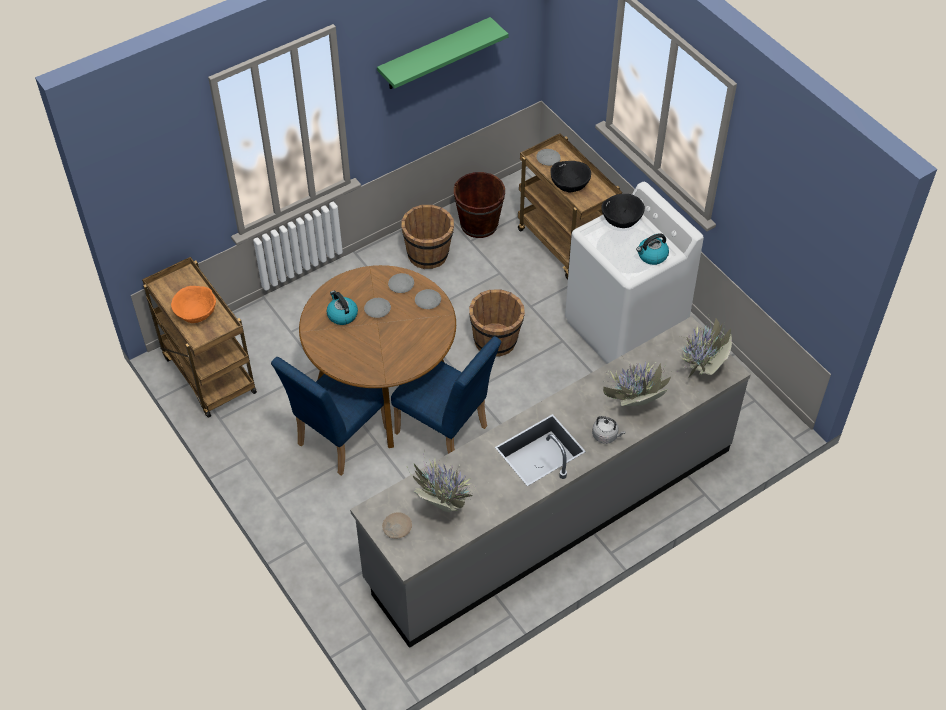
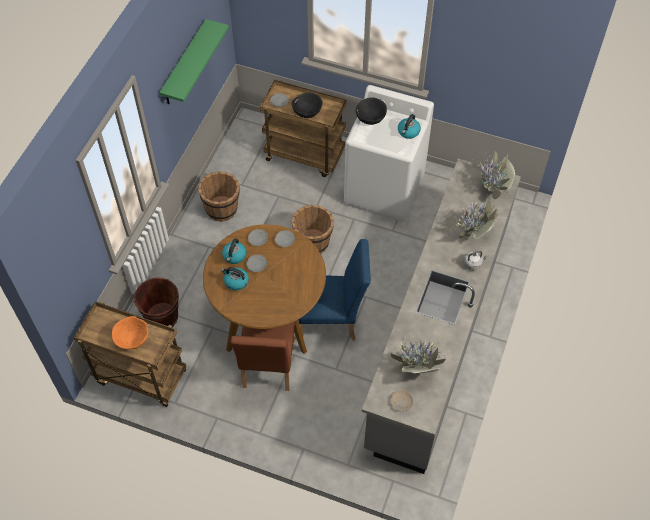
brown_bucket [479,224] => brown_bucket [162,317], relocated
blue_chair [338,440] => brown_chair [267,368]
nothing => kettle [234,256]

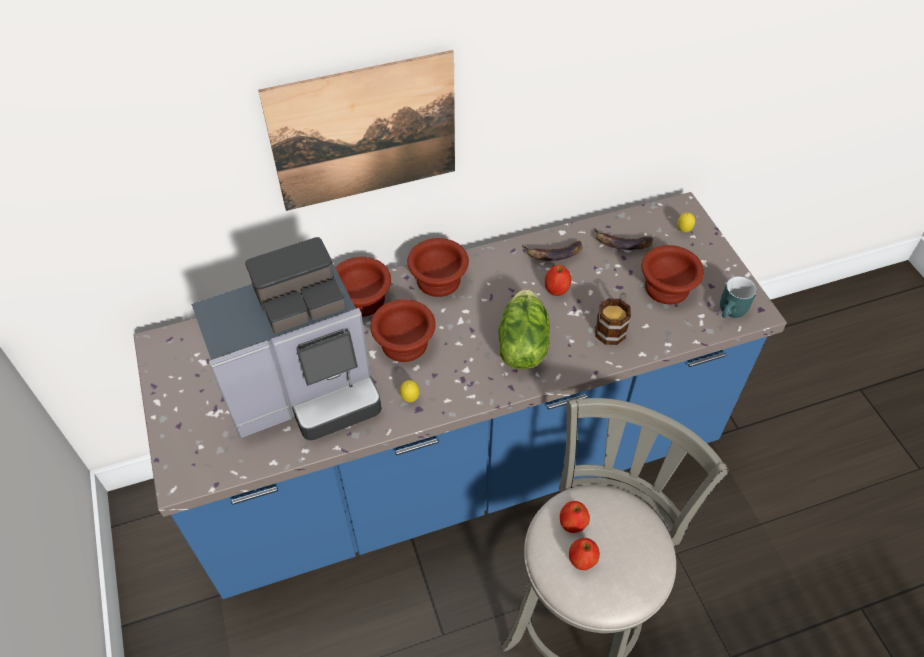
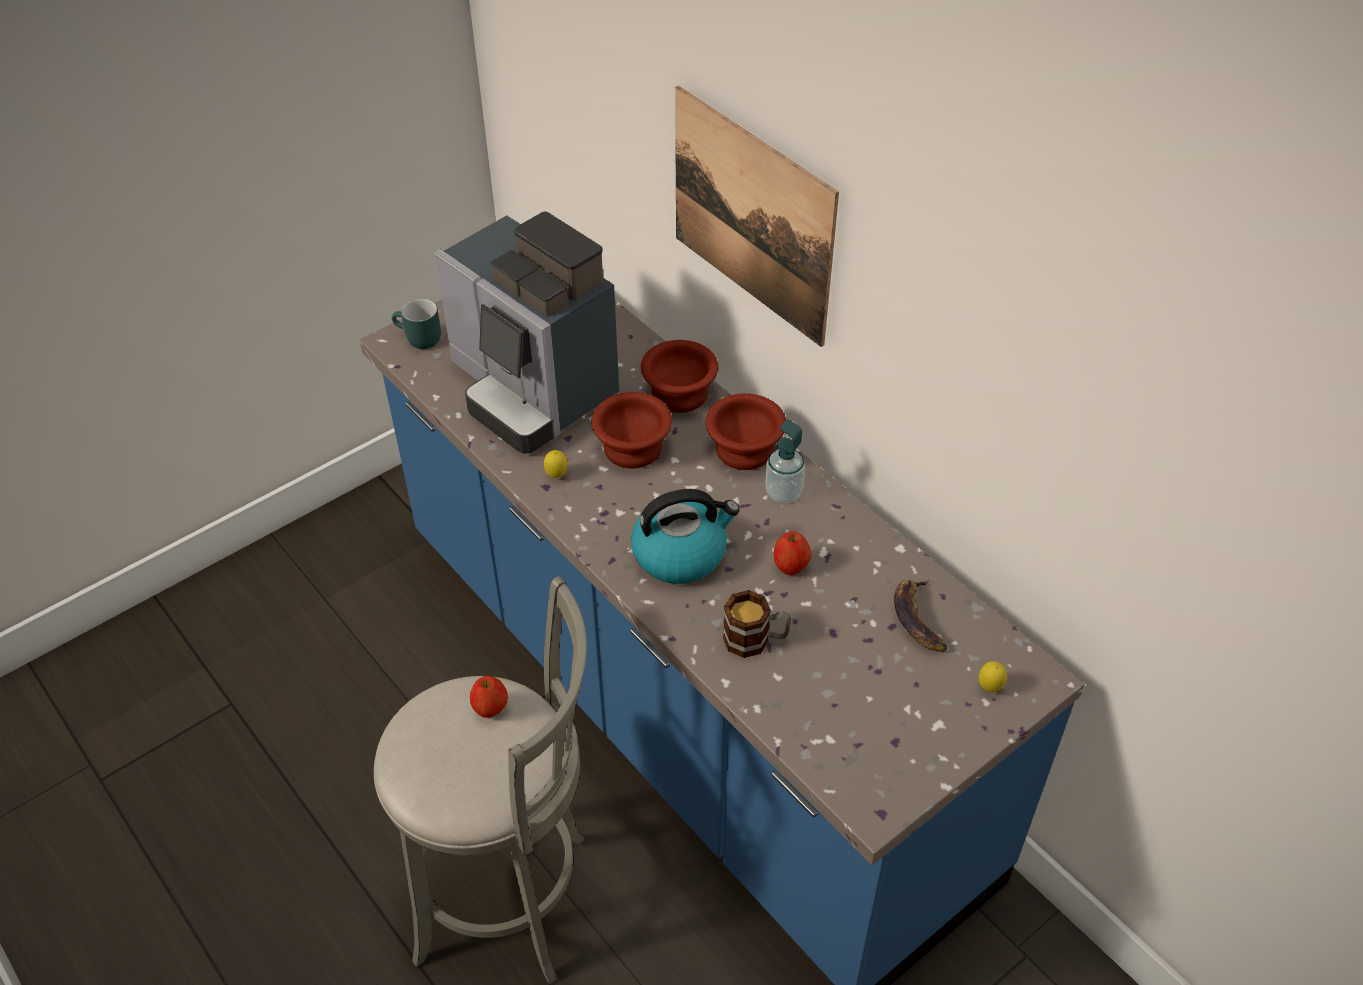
banana [553,254] => nothing
brown_bowl [667,289] => nothing
turquoise_mug [732,312] => turquoise_mug [418,340], relocated
lettuce [521,345] => kettle [681,553]
apple [582,560] => nothing
nothing => soap_dispenser [783,492]

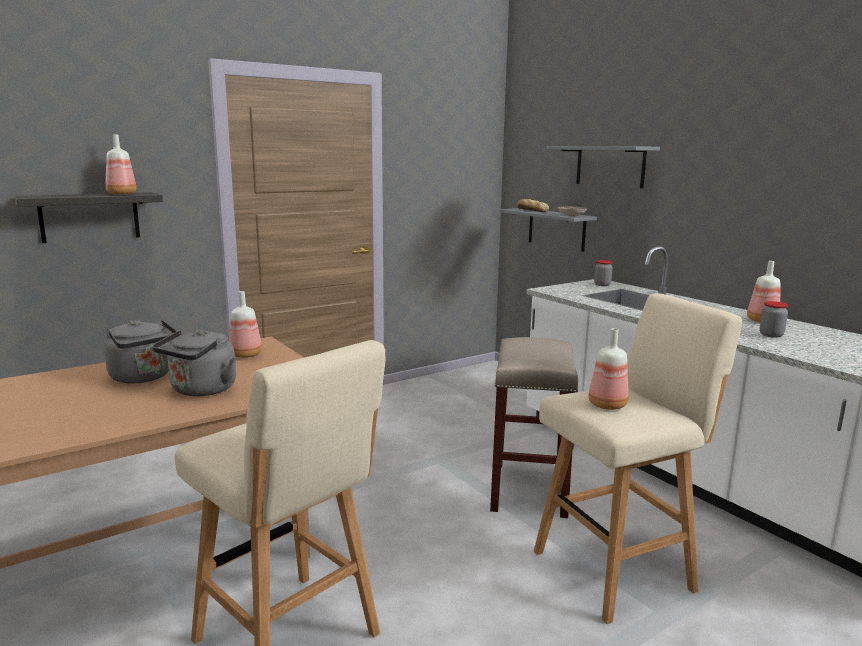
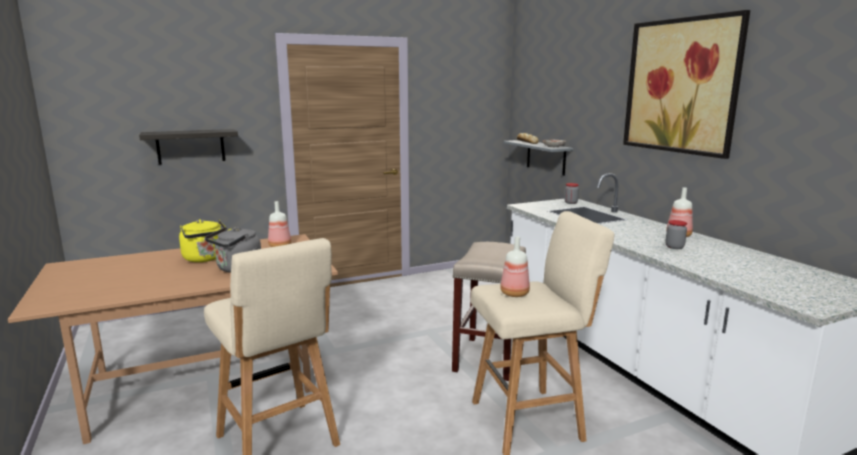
bottle [121,194] => nothing
grey_shelf [610,166] => nothing
grey_kettle [144,377] => yellow_kettle [205,259]
nothing => picture [681,86]

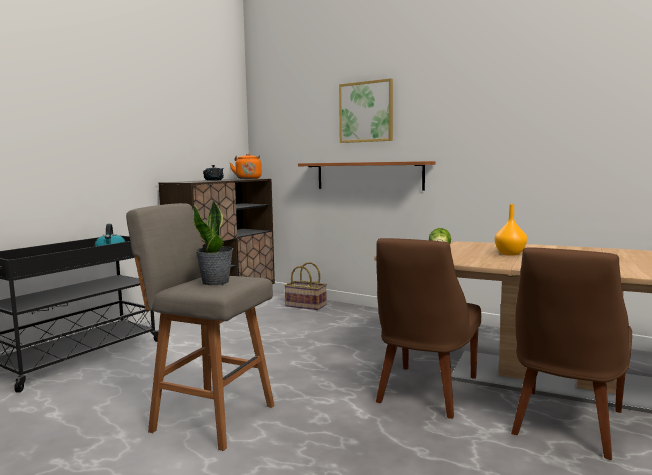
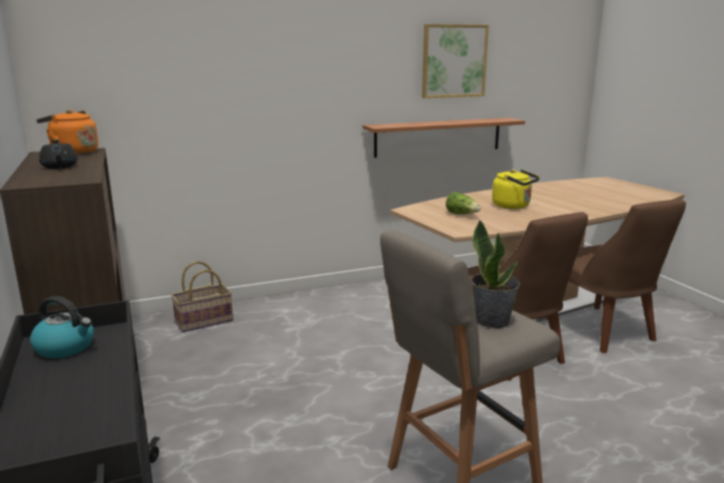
picture [366,112] => picture [453,61], relocated
shelf [368,175] => shelf [438,137], relocated
orange_vase [509,254] => yellow_kettle [513,206]

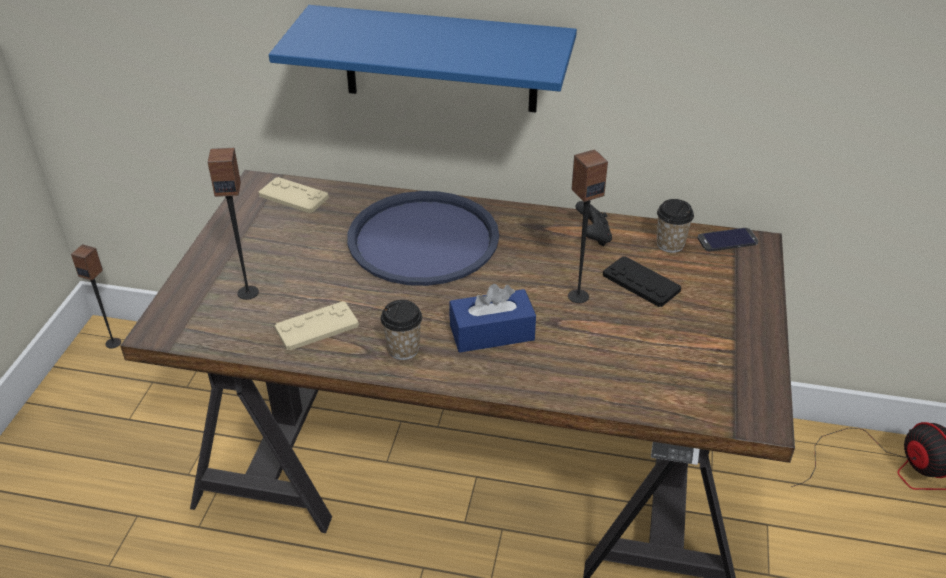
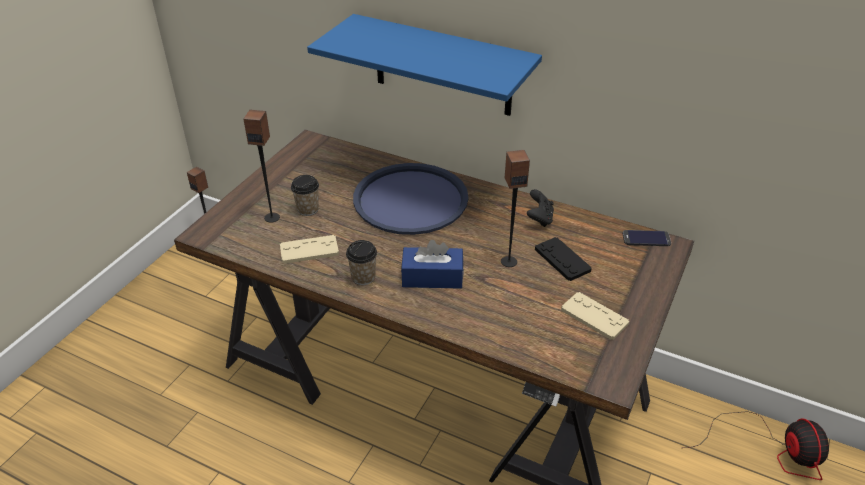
beige_game_controller [293,196] => beige_game_controller [594,317], relocated
cup [670,244] => cup [308,209], relocated

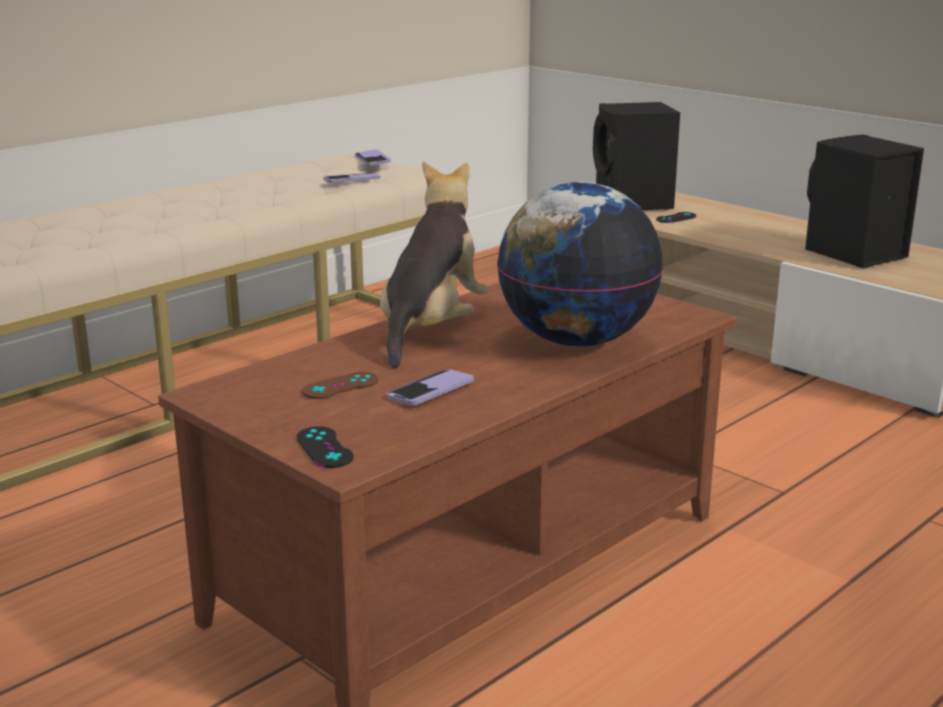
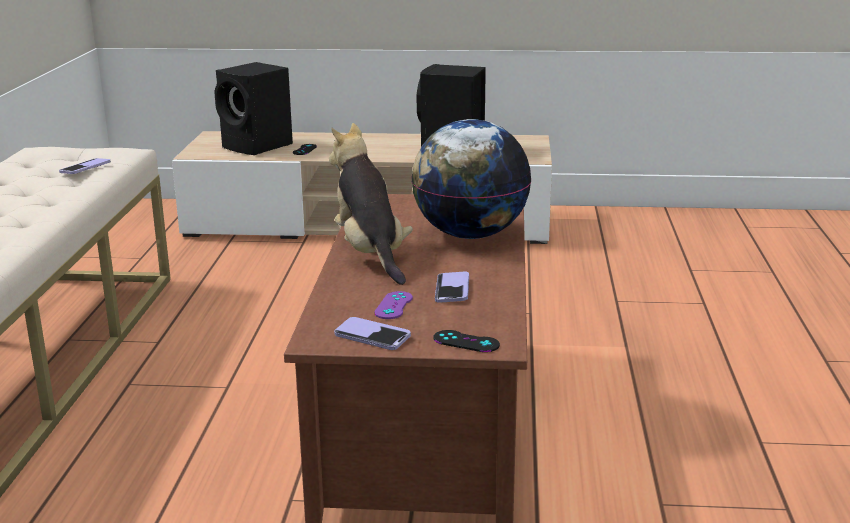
phone [372,159] => phone [372,336], relocated
brown_game_controller [340,386] => purple_game_controller [394,305]

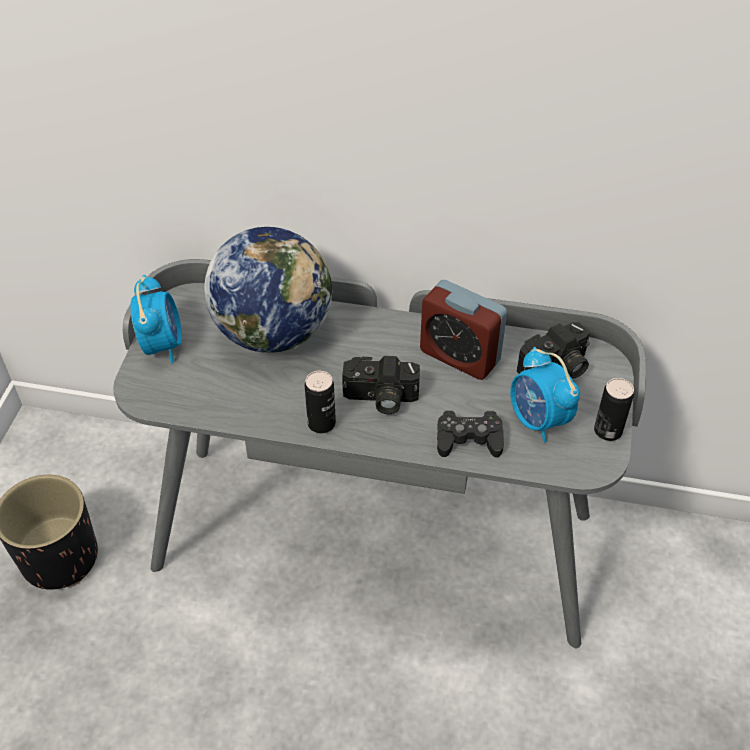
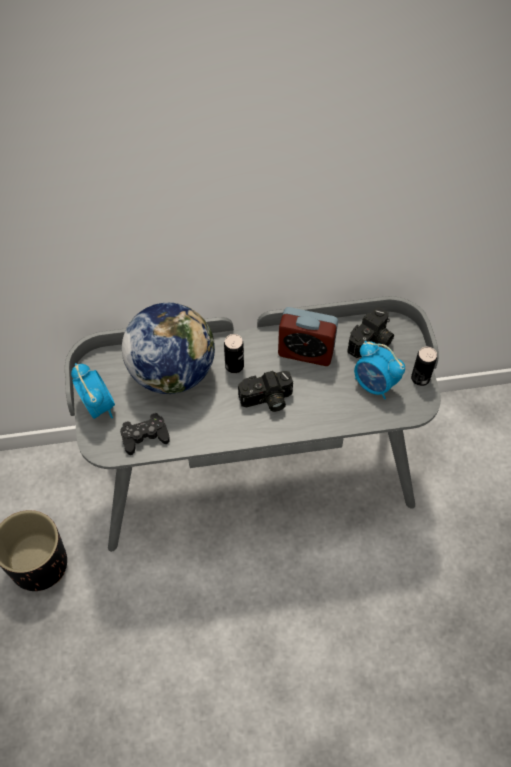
can [321,423] => can [234,366], relocated
black_game_controller [469,439] => black_game_controller [145,436], relocated

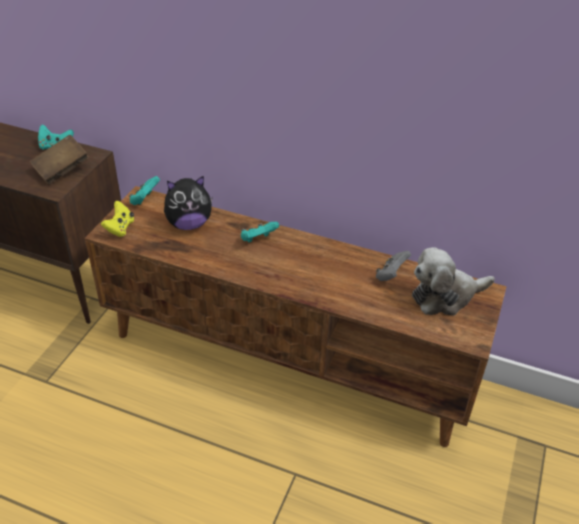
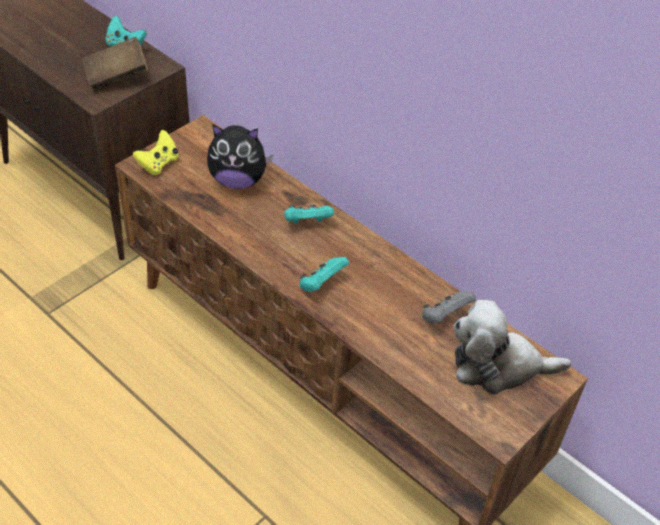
turquoise_game_controller [145,199] => turquoise_game_controller [321,284], relocated

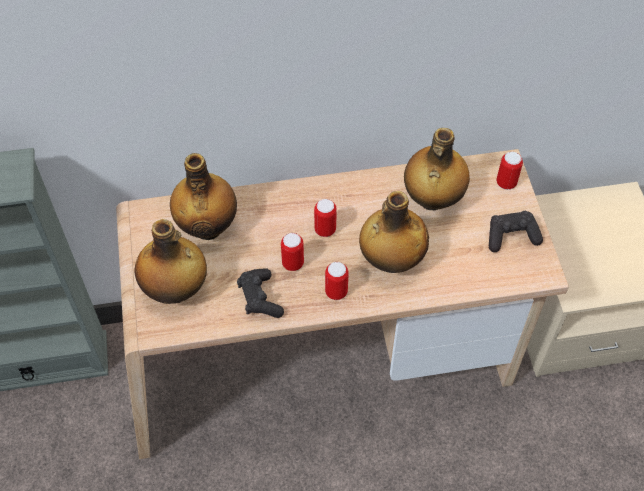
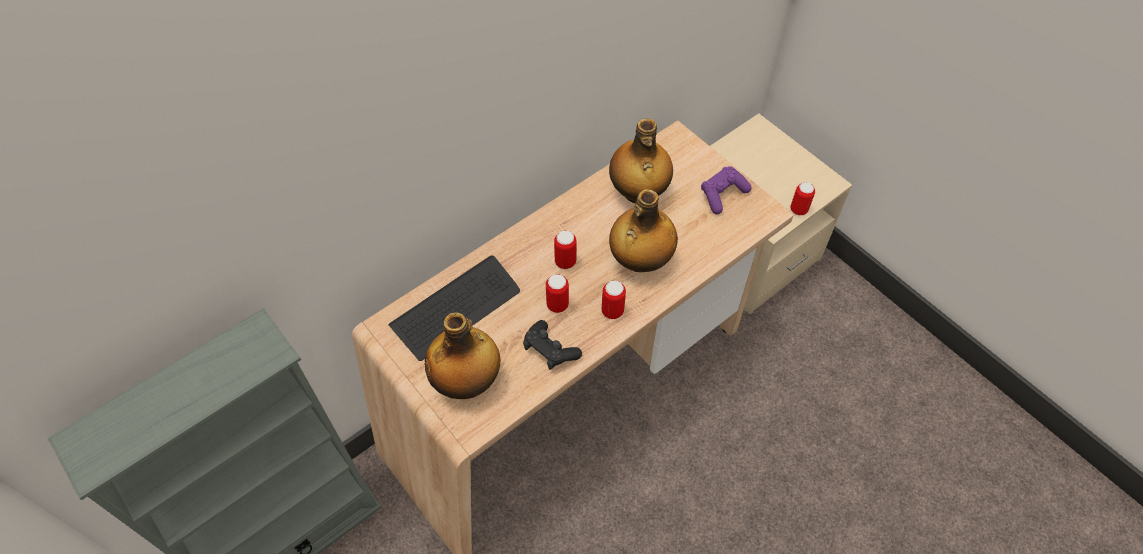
can [506,183] => can [798,210], relocated
bottle [208,226] => keyboard [456,309]
black_game_controller [511,236] => purple_game_controller [722,195]

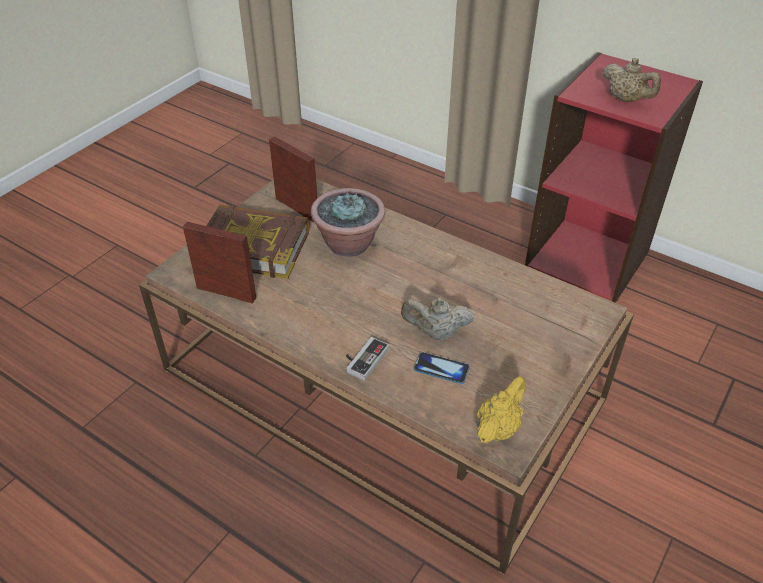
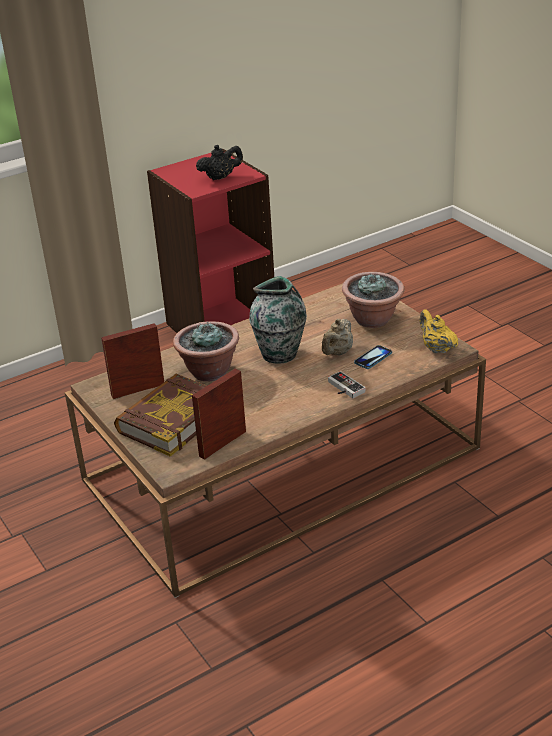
beige_teapot [626,99] => black_teapot [220,177]
nothing => potted_plant [373,319]
nothing => vase [280,354]

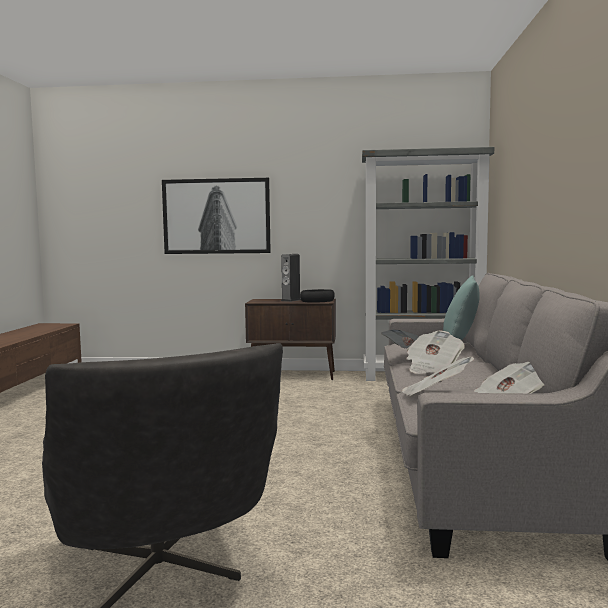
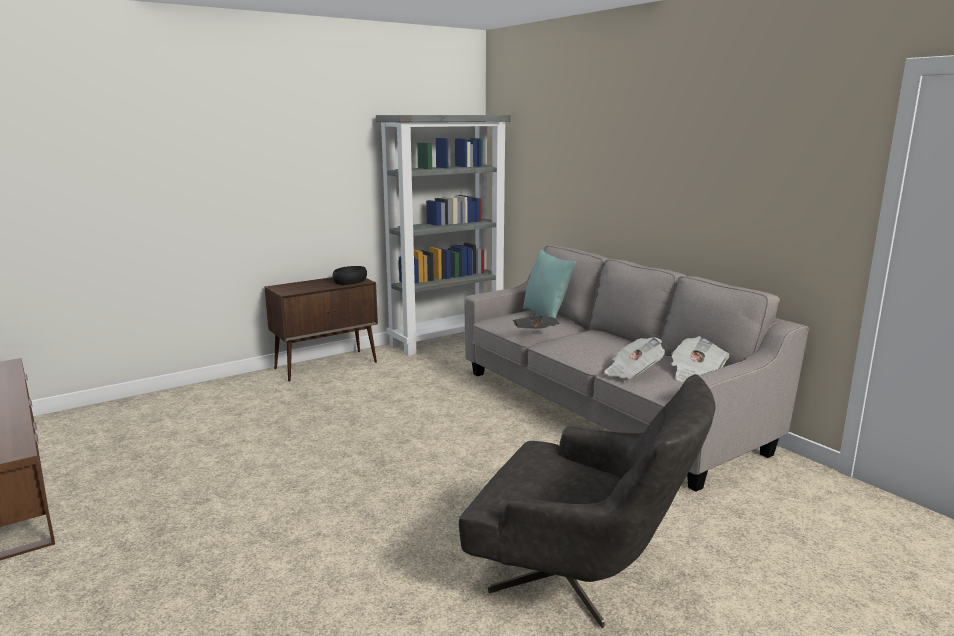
picture [216,216] => nothing
speaker [291,300] => nothing
newspaper [432,368] => nothing

